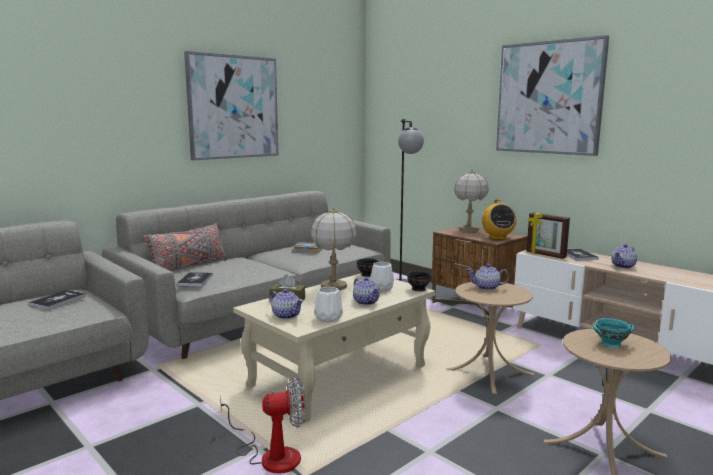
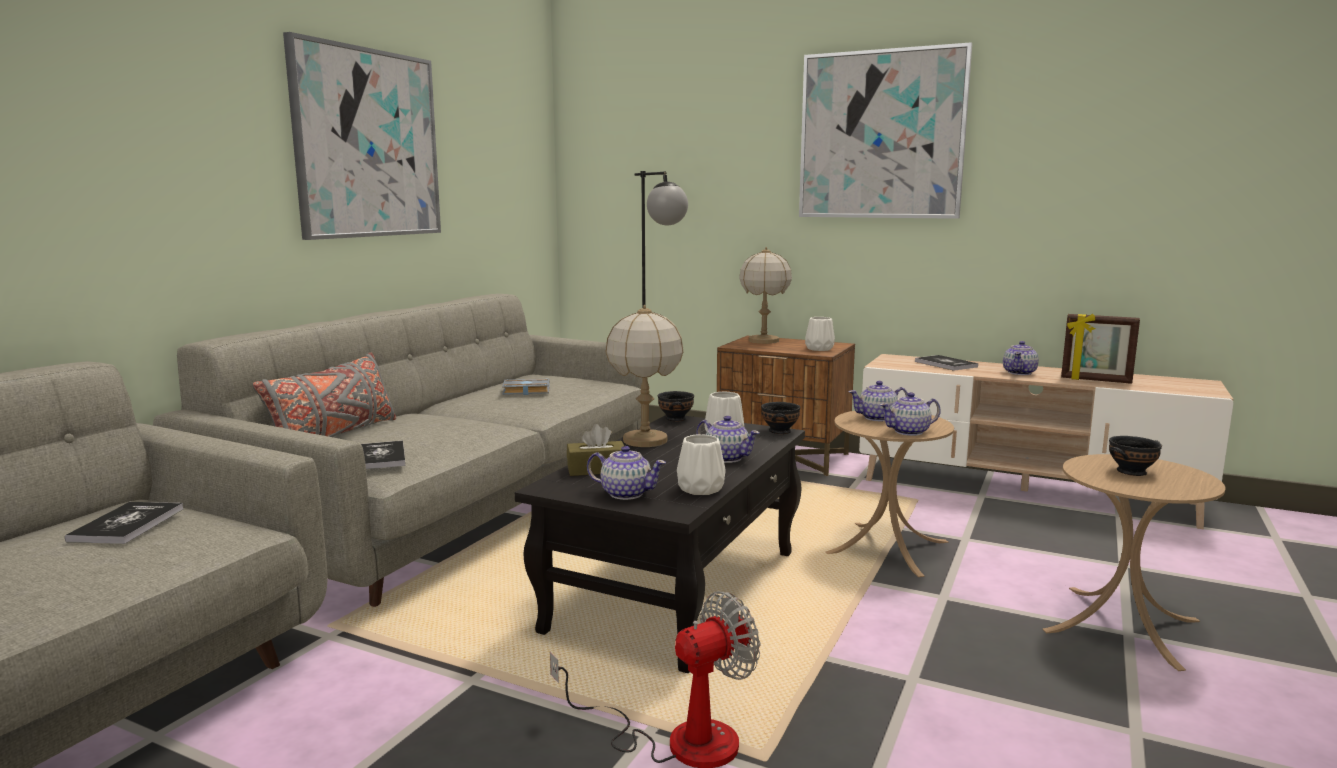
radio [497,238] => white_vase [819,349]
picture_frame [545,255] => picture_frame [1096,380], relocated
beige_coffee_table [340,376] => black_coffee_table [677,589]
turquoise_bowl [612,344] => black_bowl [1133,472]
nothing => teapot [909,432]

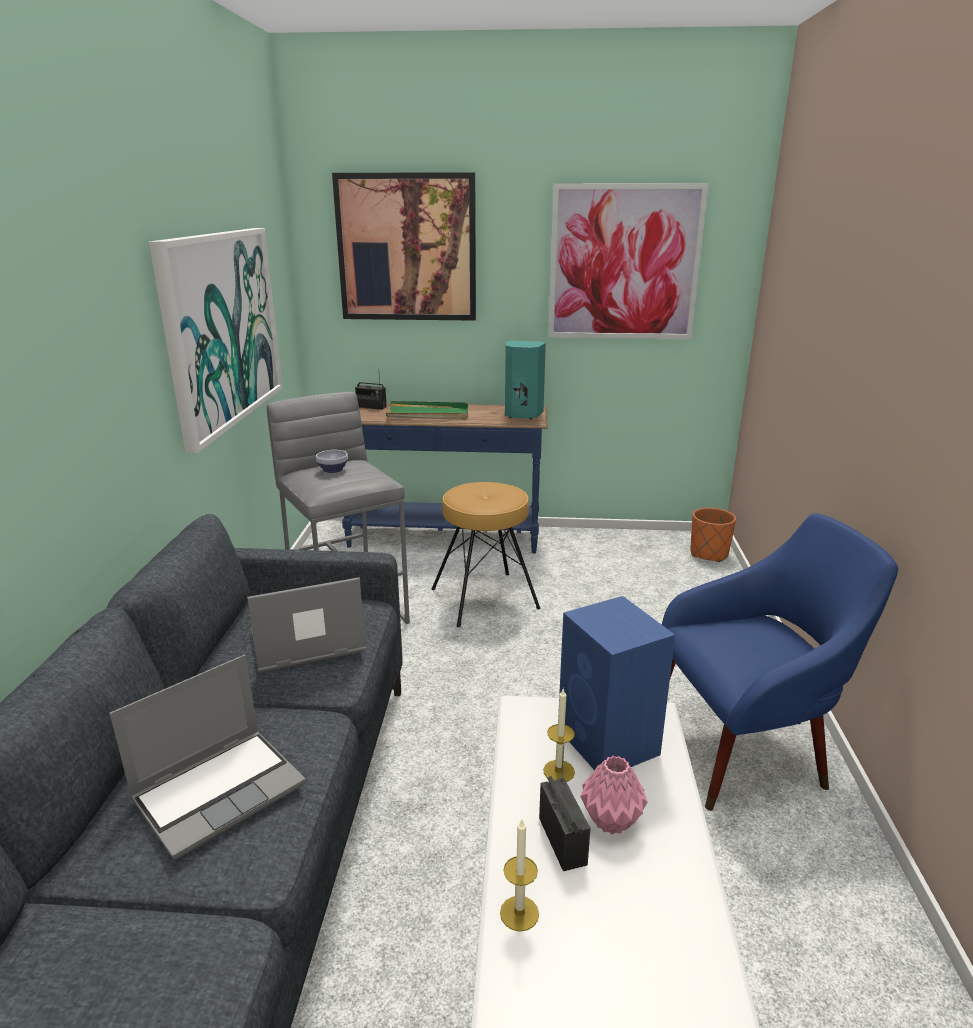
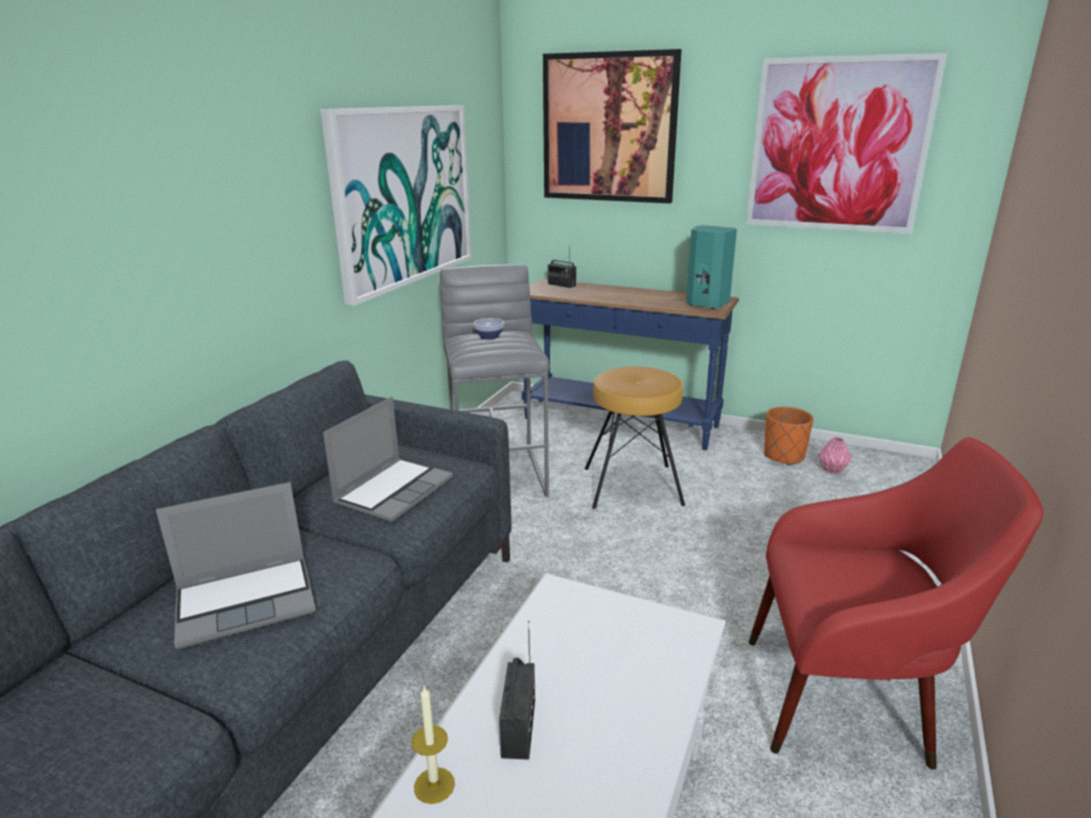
green_tray [428,414] => nothing
orange_planter [708,554] => orange_planter [783,456], relocated
blue_armchair [745,749] => red_armchair [849,699]
laptop [306,644] => laptop [394,490], 120 degrees clockwise
blue_speaker [609,743] => nothing
candle [559,771] => nothing
pink_vase [612,822] => pink_vase [832,470], relocated

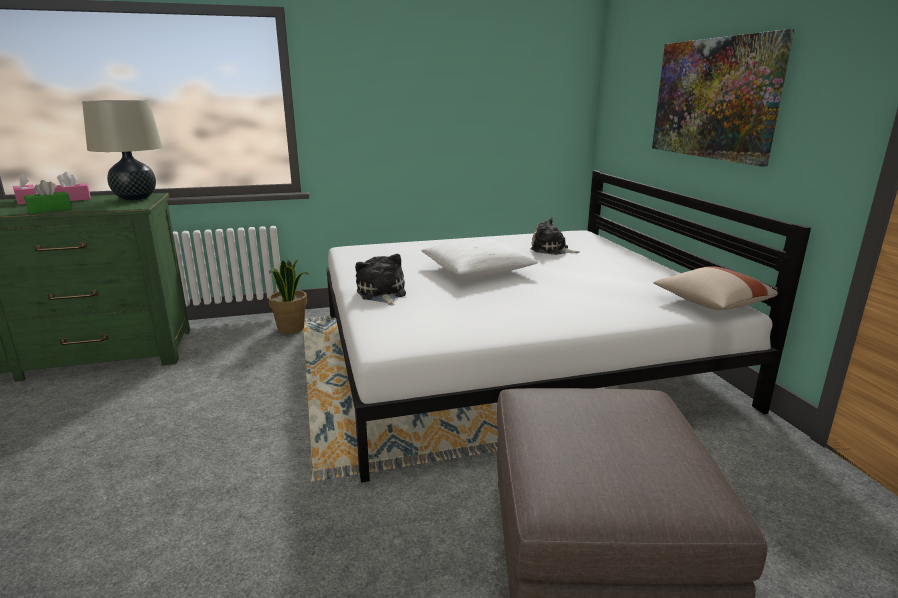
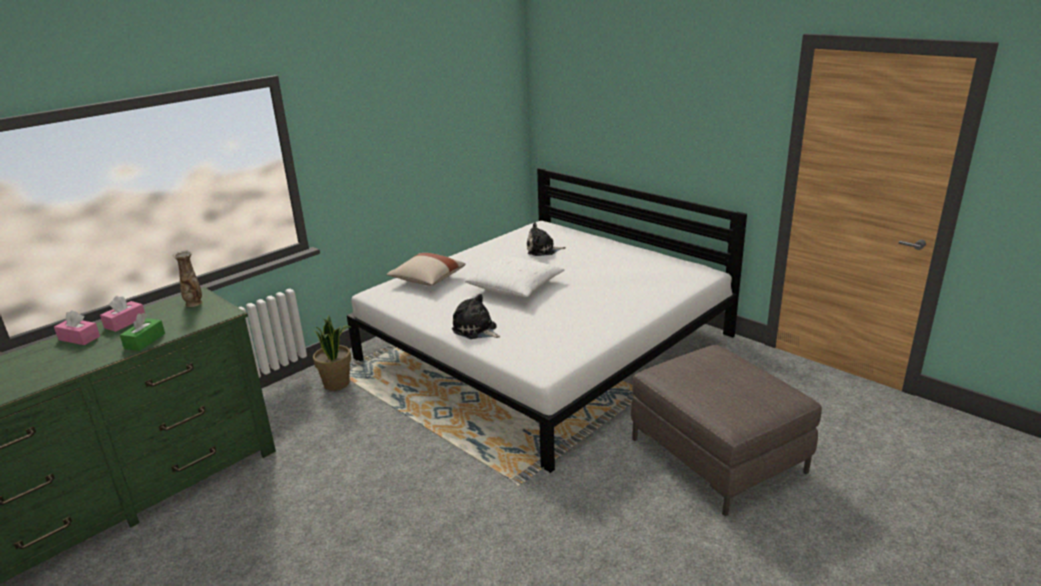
picture [713,98] => nothing
beige_table_lamp [135,198] => vase [194,303]
beige_pillow [711,304] => beige_pillow [427,280], relocated

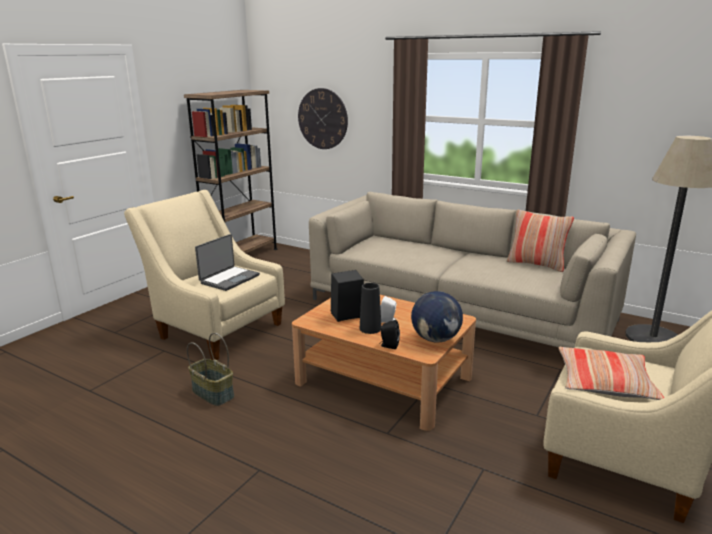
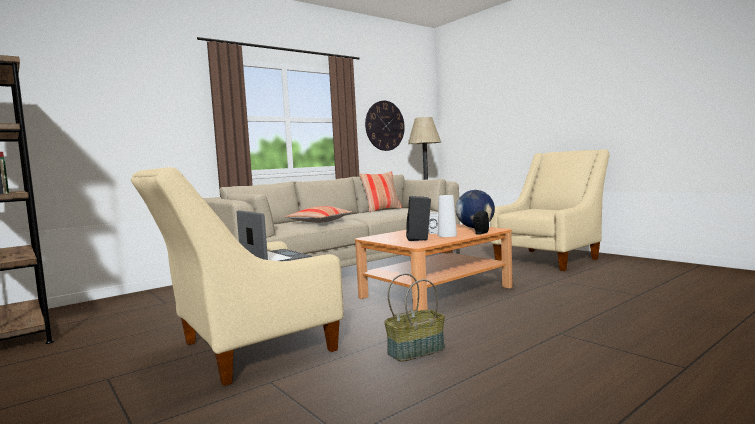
wall_clock [322,119] => wall_clock [385,125], relocated
black_vase [370,328] => white_vase [447,235]
pillow [605,382] => pillow [319,221], relocated

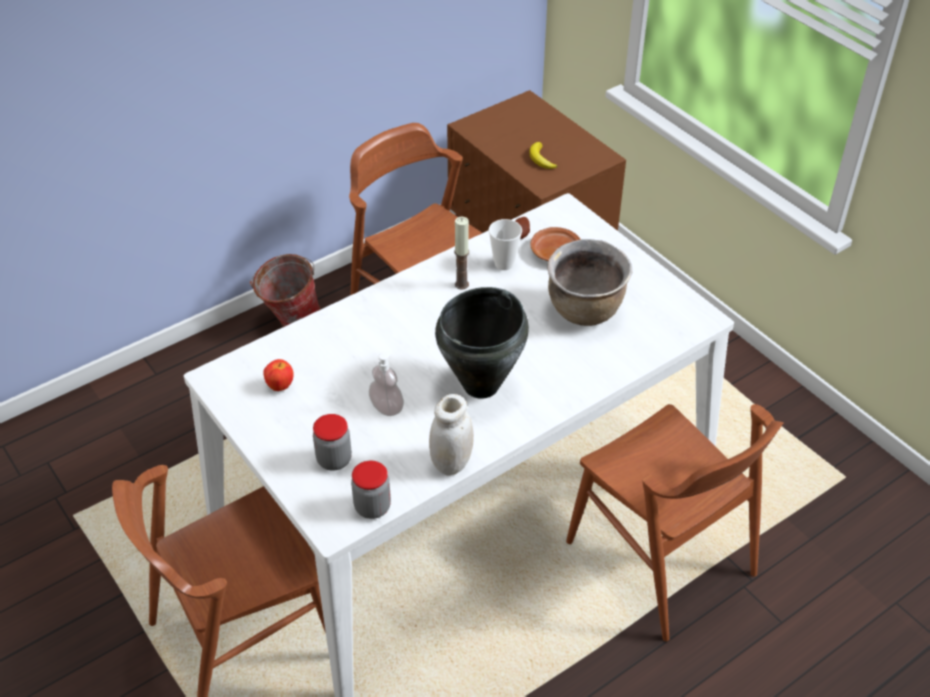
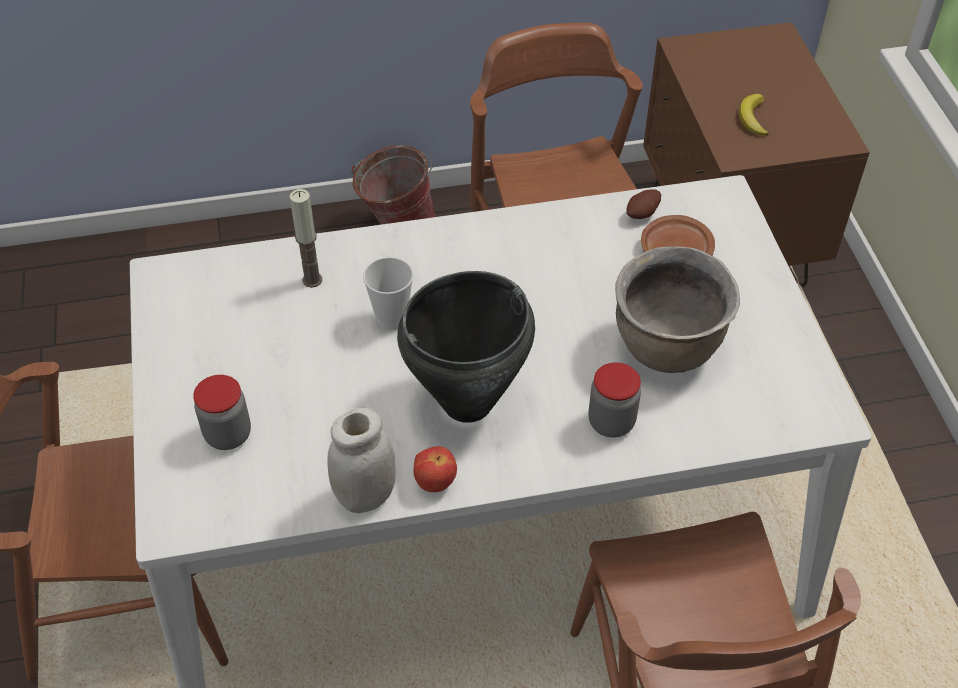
candle [461,284] => candle [312,280], relocated
cup [504,263] => cup [391,319], relocated
soap_dispenser [386,407] => nothing
apple [280,386] => apple [435,482], relocated
jar [372,507] => jar [611,422], relocated

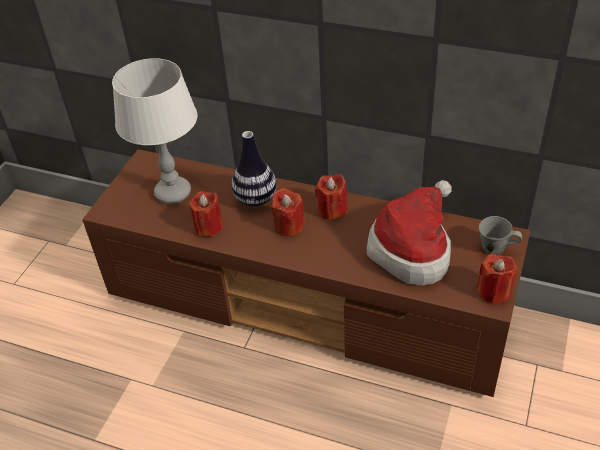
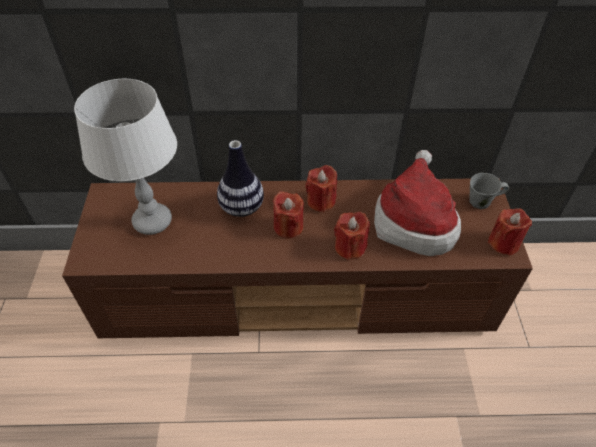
red_candle [209,227] => red_candle [350,247], relocated

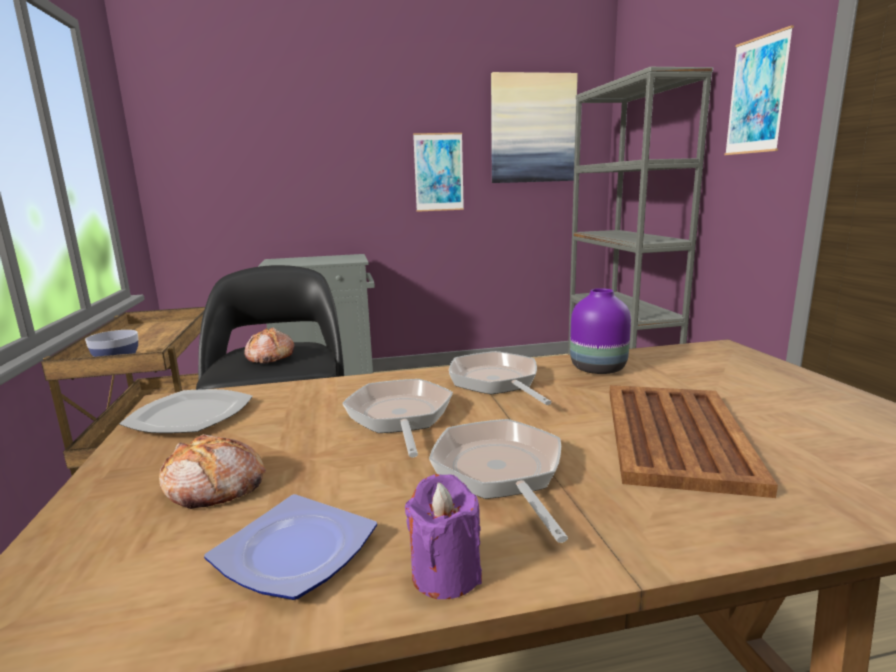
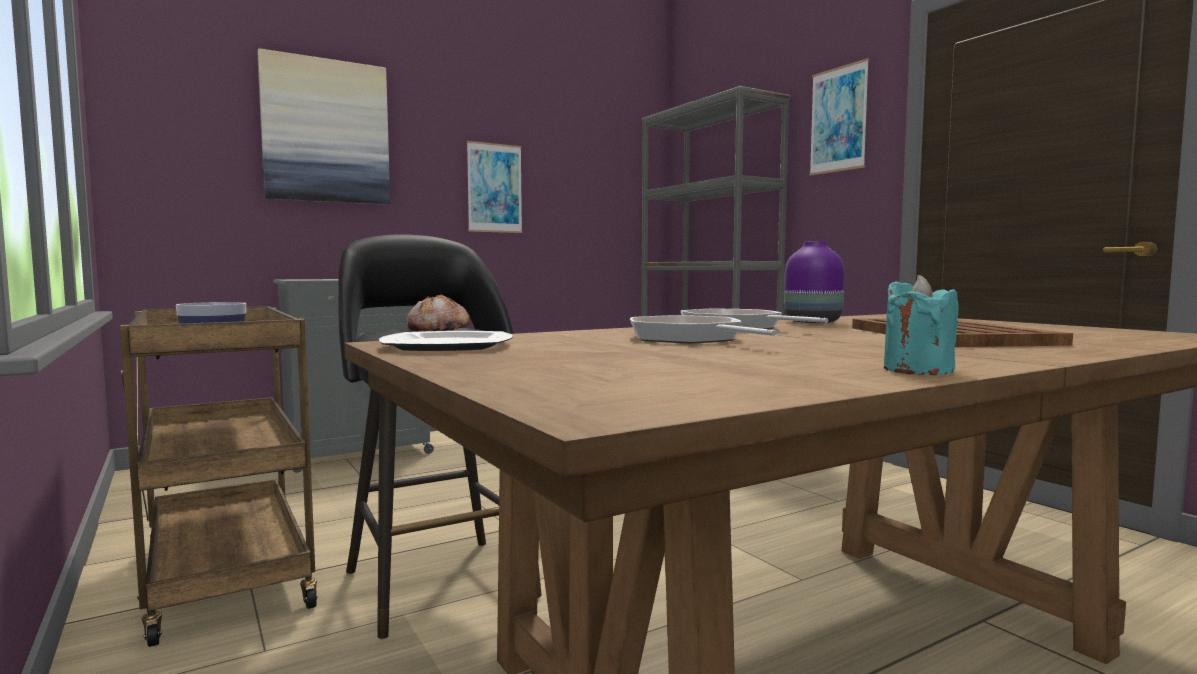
picture [532,129] => picture [326,131], relocated
frying_pan [500,473] => nothing
bread [215,487] => nothing
purple_candle [446,574] => turquoise_candle [917,370]
plate [295,550] => nothing

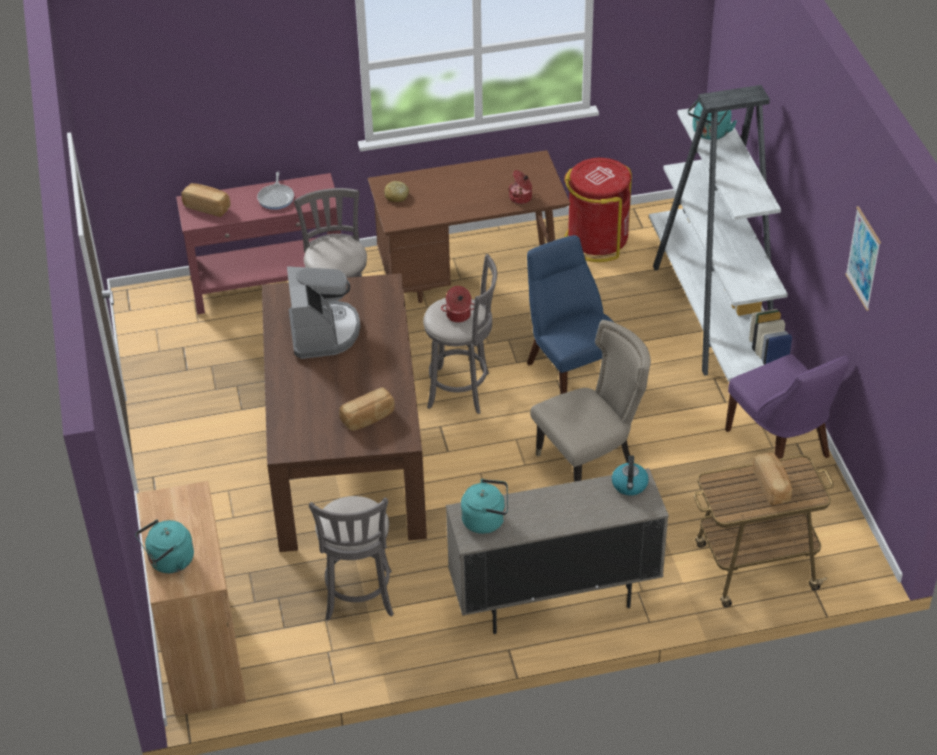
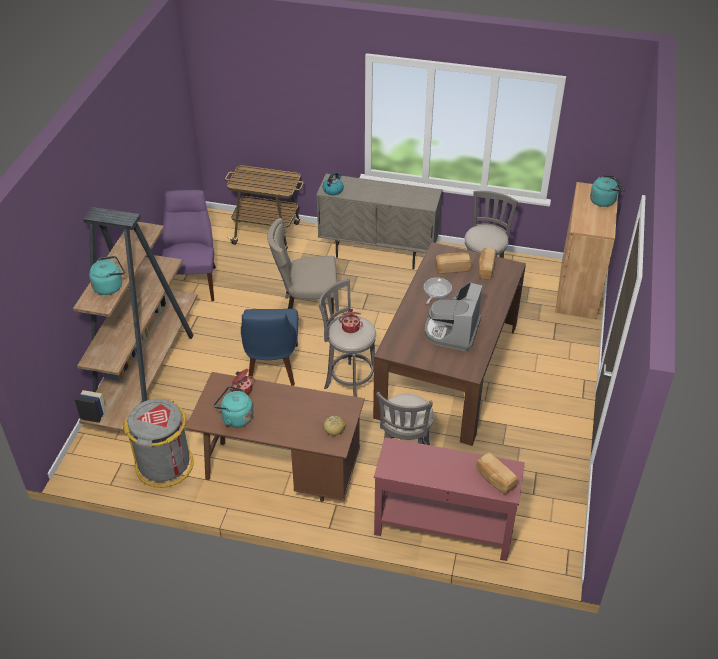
white_bookcase [714,315] => brown_bookcase [146,372]
red_trash_can [596,241] => grey_trash_can [165,465]
frying_pan [276,198] => frying_pan [436,291], relocated
picture [863,258] => nothing
bread [772,486] => bread [485,269], relocated
turquoise_kettle [486,520] => turquoise_kettle [235,417], relocated

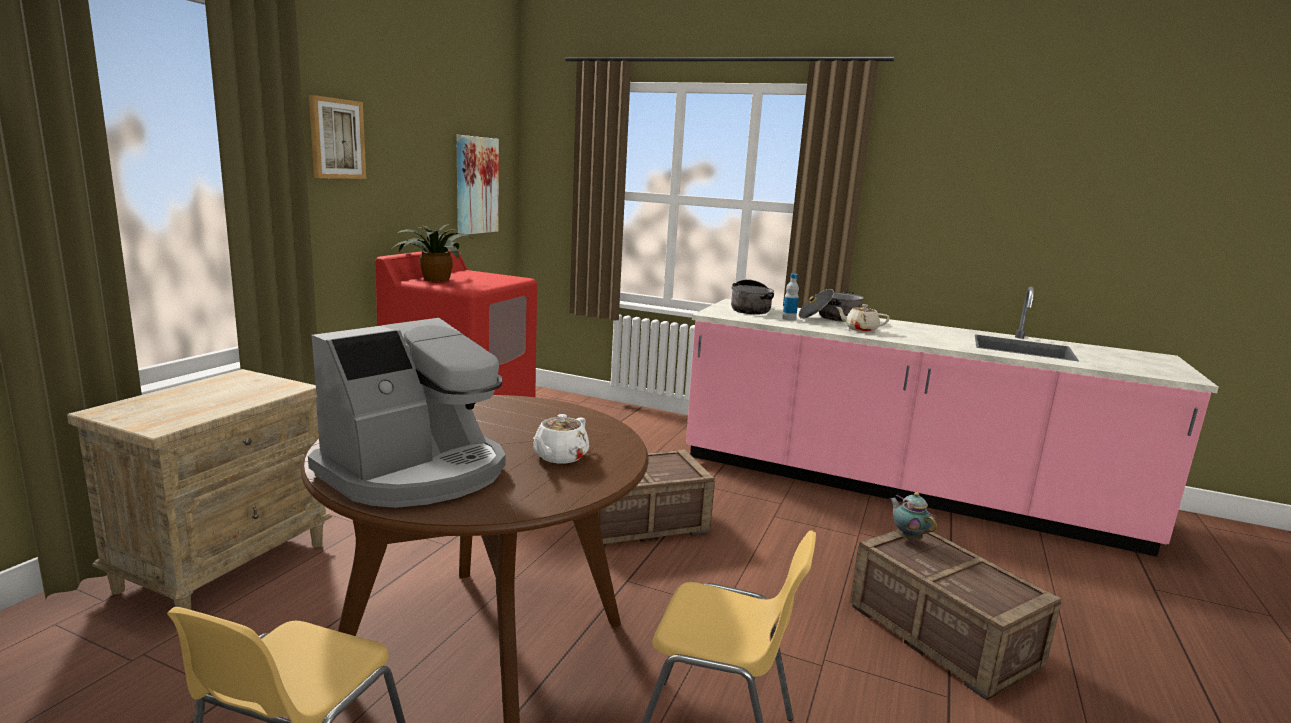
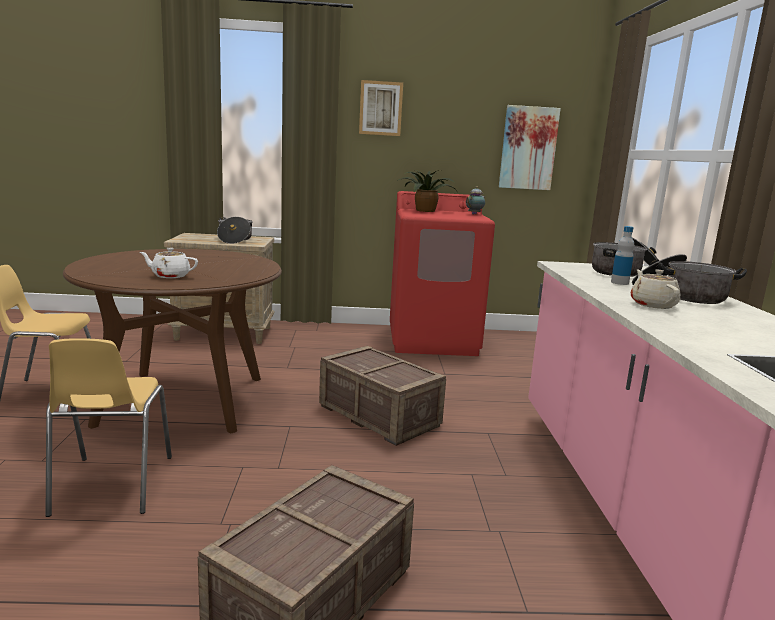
coffee_machine [416,472] => nothing
teapot [907,538] => teapot [475,214], relocated
nothing => cooking_pot [234,239]

